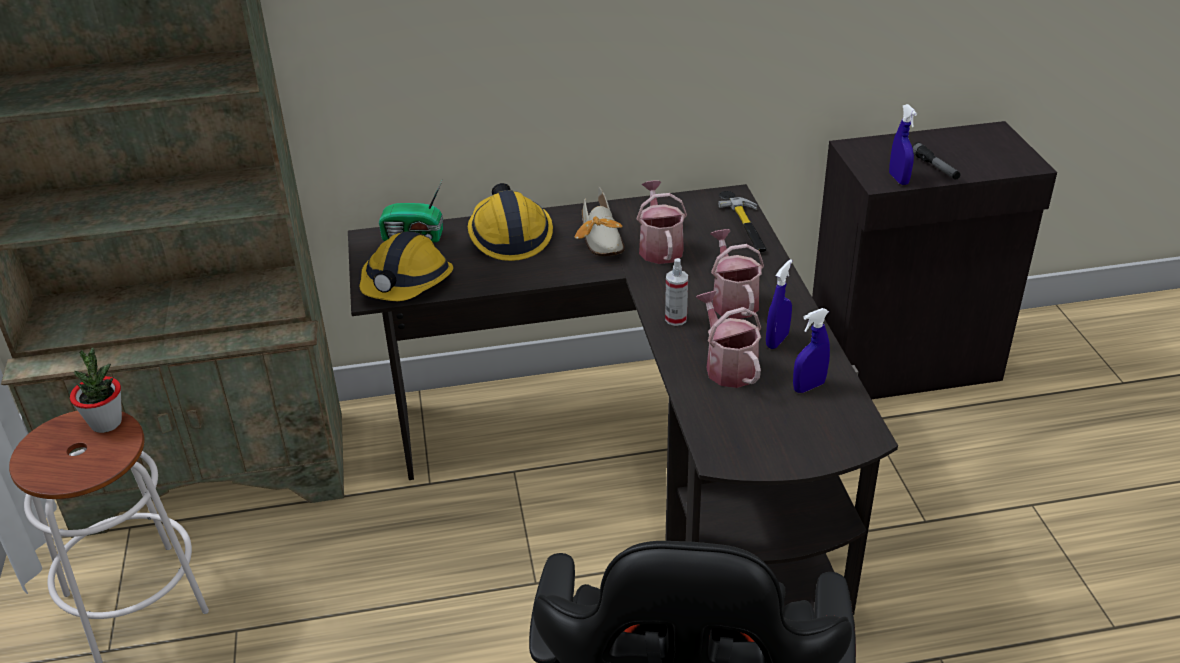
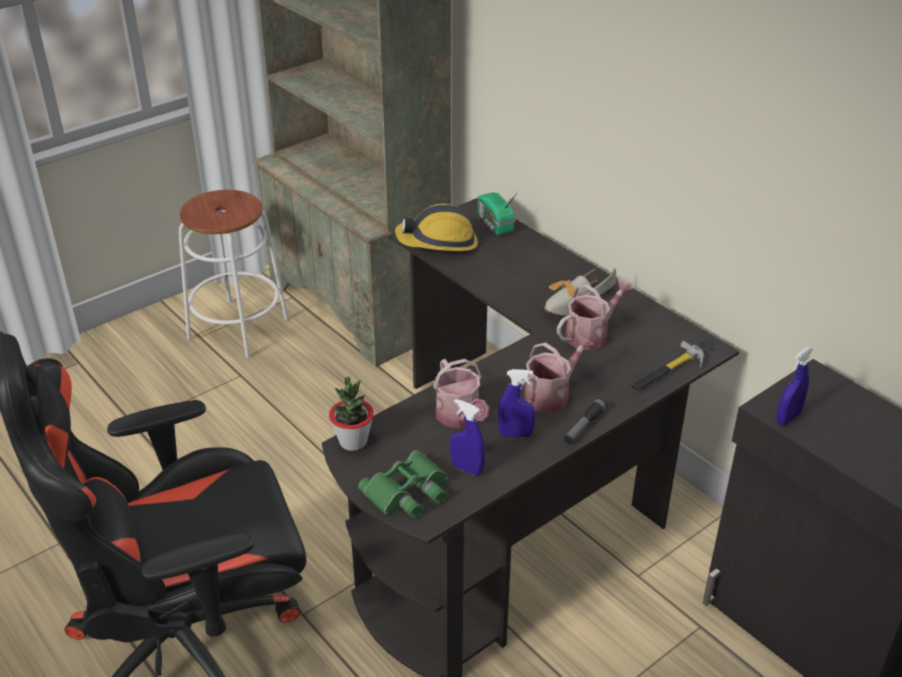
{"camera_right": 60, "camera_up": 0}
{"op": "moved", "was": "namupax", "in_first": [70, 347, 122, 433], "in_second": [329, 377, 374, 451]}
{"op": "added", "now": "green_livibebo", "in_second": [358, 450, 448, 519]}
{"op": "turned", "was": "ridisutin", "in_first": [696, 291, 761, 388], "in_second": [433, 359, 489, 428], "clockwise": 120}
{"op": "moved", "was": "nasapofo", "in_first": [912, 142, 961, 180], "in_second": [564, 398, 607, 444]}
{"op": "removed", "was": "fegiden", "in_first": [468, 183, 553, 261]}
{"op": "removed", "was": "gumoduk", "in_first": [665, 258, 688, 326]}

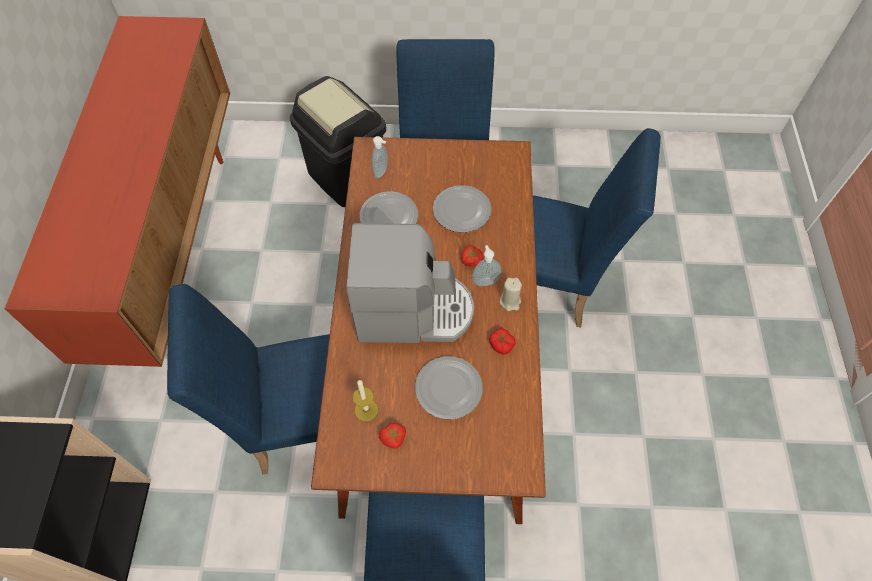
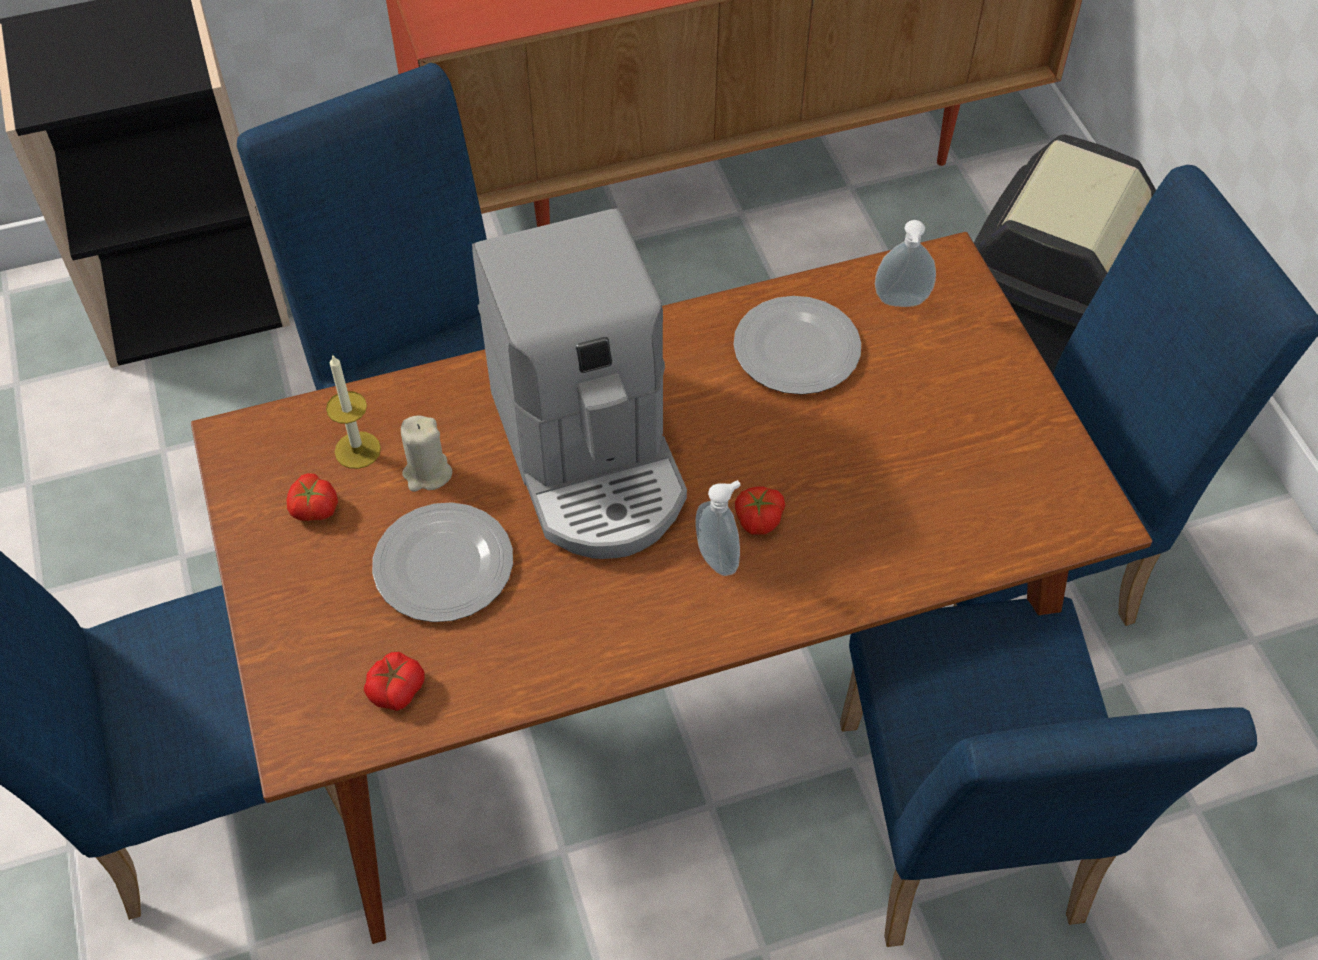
{"camera_right": 70, "camera_up": -5}
{"op": "moved", "was": "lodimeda", "in_first": [489, 328, 516, 355], "in_second": [364, 652, 425, 711]}
{"op": "moved", "was": "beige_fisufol", "in_first": [500, 278, 522, 311], "in_second": [401, 416, 452, 492]}
{"op": "removed", "was": "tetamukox", "in_first": [433, 185, 491, 233]}

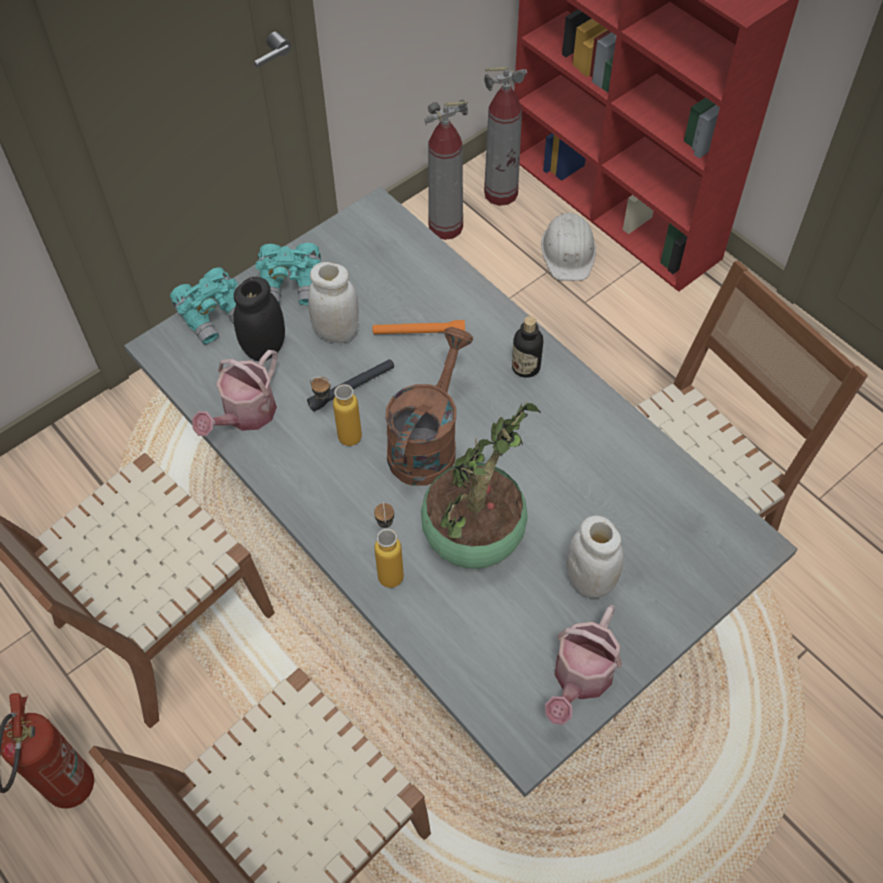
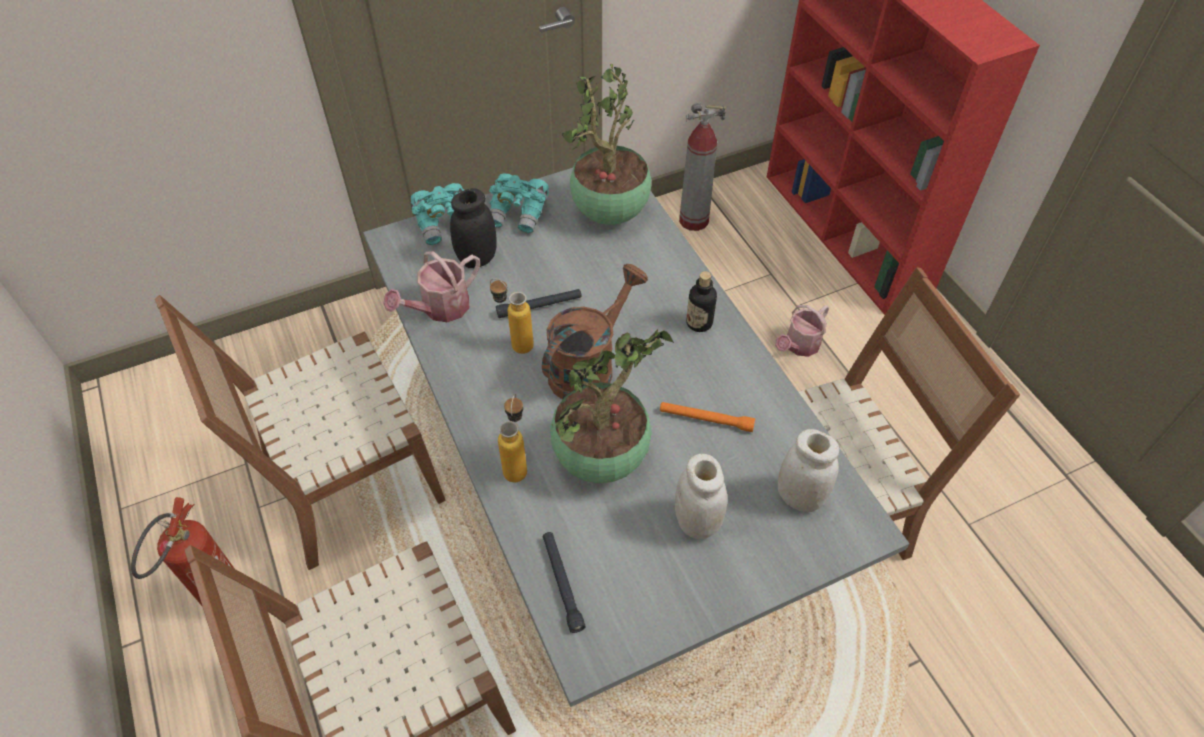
{"camera_right": 15, "camera_up": -5}
{"op": "added", "now": "black_nasapofo", "in_second": [543, 532, 586, 633]}
{"op": "added", "now": "namupax", "in_second": [562, 64, 652, 225]}
{"op": "moved", "was": "orange_nasapofo", "in_first": [372, 320, 465, 334], "in_second": [660, 402, 755, 432]}
{"op": "moved", "was": "ridisutin", "in_first": [545, 605, 622, 725], "in_second": [775, 305, 829, 357]}
{"op": "moved", "was": "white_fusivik", "in_first": [308, 262, 359, 343], "in_second": [778, 429, 839, 512]}
{"op": "removed", "was": "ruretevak", "in_first": [484, 67, 527, 206]}
{"op": "removed", "was": "white_fegiden", "in_first": [541, 213, 596, 281]}

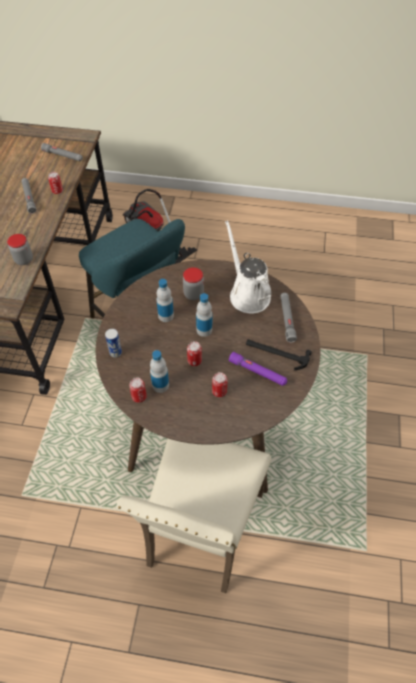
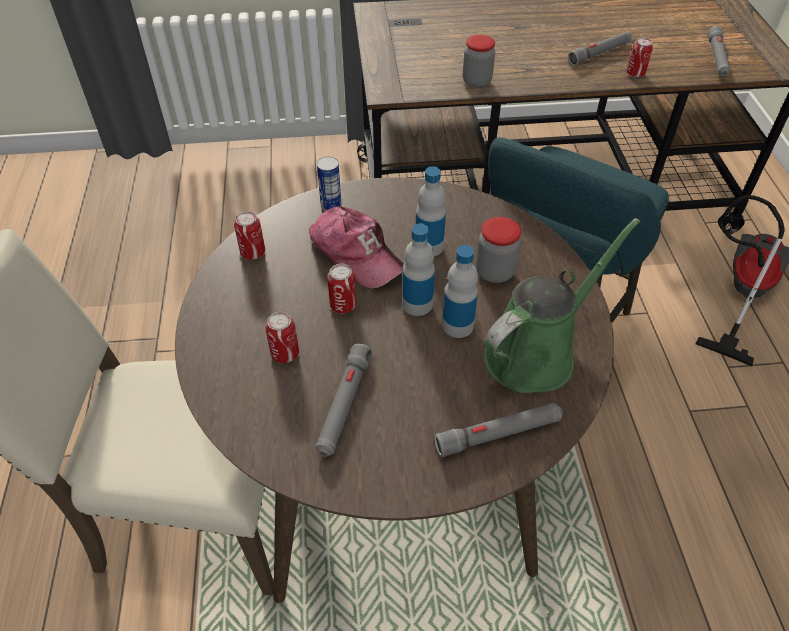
{"camera_right": 75, "camera_up": -5}
{"op": "added", "now": "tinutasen", "in_second": [309, 206, 404, 289]}
{"op": "recoloured", "was": "purple_nasapofo", "now": "grey_nasapofo", "in_first": [229, 352, 287, 386], "in_second": [315, 344, 372, 457]}
{"op": "moved", "was": "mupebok", "in_first": [150, 350, 169, 393], "in_second": [442, 245, 478, 338]}
{"op": "recoloured", "was": "white_ridisutin", "now": "green_ridisutin", "in_first": [225, 220, 271, 313], "in_second": [484, 218, 640, 393]}
{"op": "removed", "was": "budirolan", "in_first": [246, 339, 312, 371]}

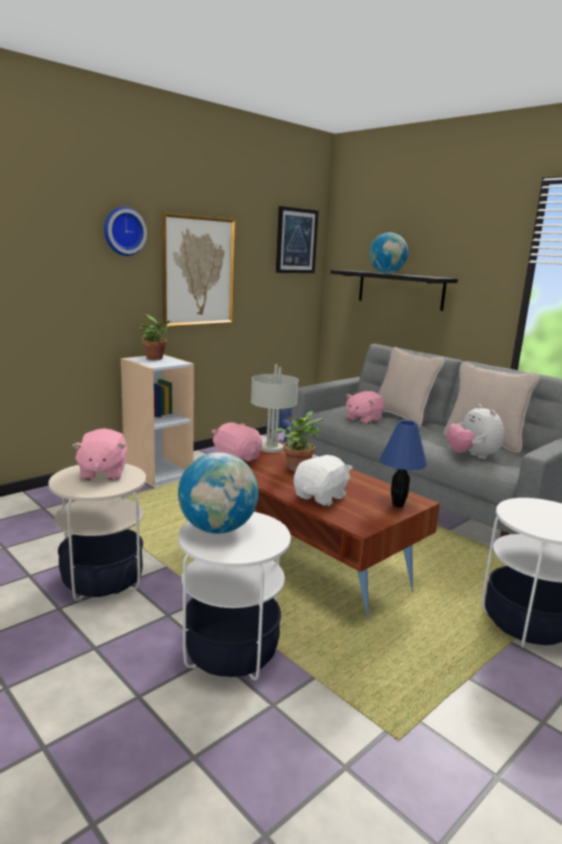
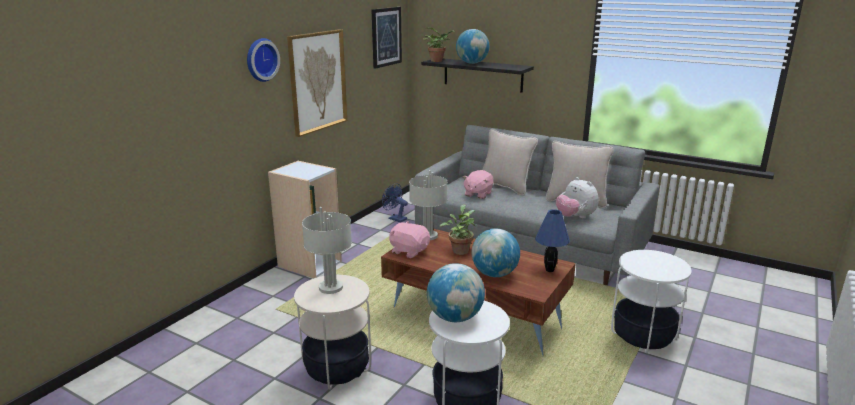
{"camera_right": -15, "camera_up": 5}
{"op": "replaced", "was": "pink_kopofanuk", "now": "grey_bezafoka", "in_first": [72, 428, 127, 481], "in_second": [302, 207, 352, 294]}
{"op": "moved", "was": "namupax", "in_first": [138, 314, 173, 360], "in_second": [423, 28, 455, 62]}
{"op": "replaced", "was": "white_kopofanuk", "now": "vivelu", "in_first": [294, 454, 353, 506], "in_second": [472, 229, 520, 277]}

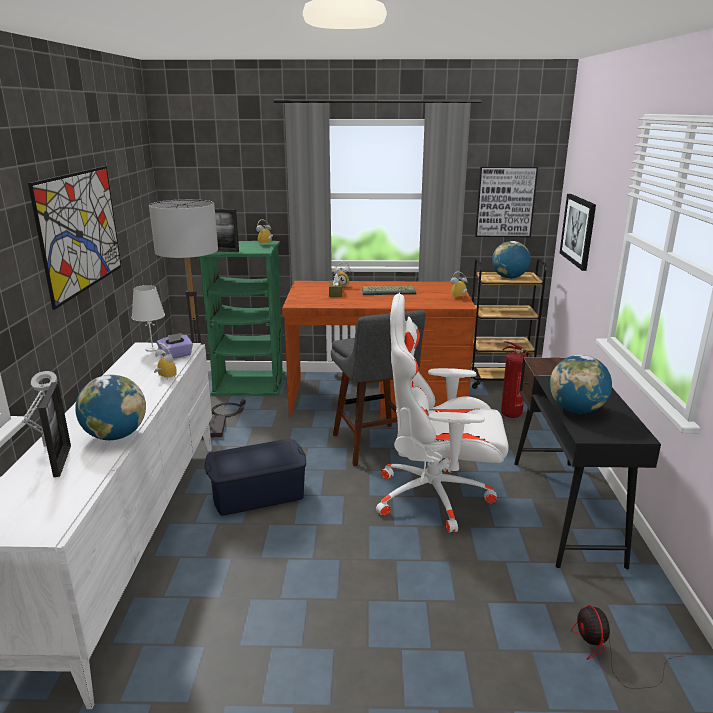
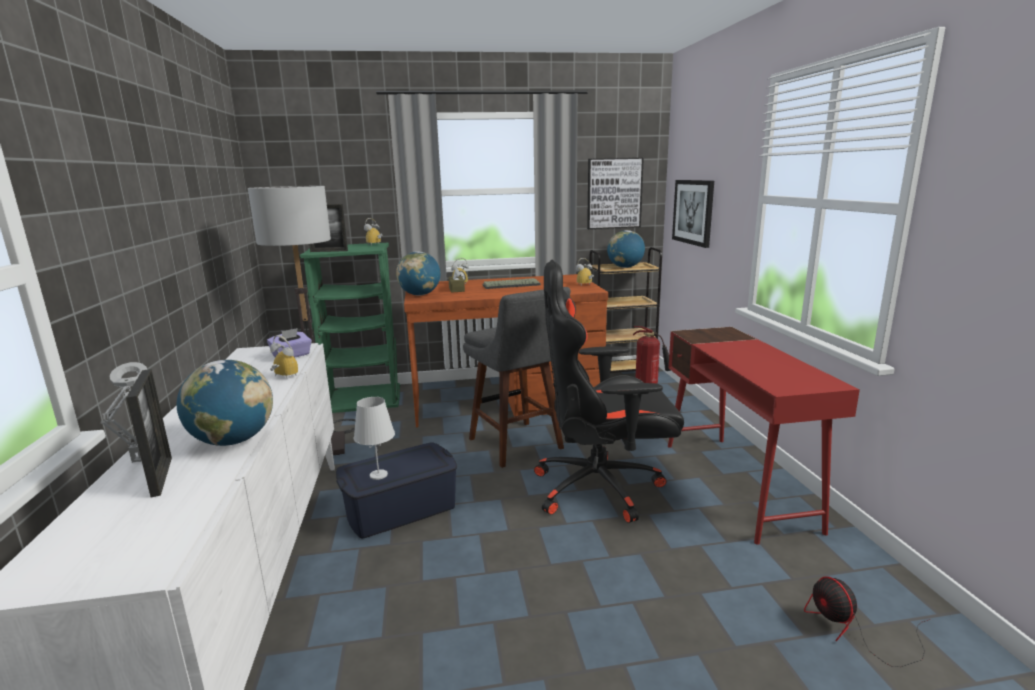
{"camera_right": -10, "camera_up": -5}
{"op": "moved", "was": "white_bezafoka", "in_first": [132, 285, 165, 352], "in_second": [354, 397, 395, 480]}
{"op": "moved", "was": "vivelu", "in_first": [550, 355, 612, 413], "in_second": [396, 252, 440, 296]}
{"op": "recoloured", "was": "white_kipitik", "now": "black_kipitik", "in_first": [376, 293, 508, 532], "in_second": [534, 260, 684, 523]}
{"op": "recoloured", "was": "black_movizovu", "now": "red_movizovu", "in_first": [514, 357, 661, 569], "in_second": [668, 327, 860, 545]}
{"op": "removed", "was": "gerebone", "in_first": [28, 166, 122, 310]}

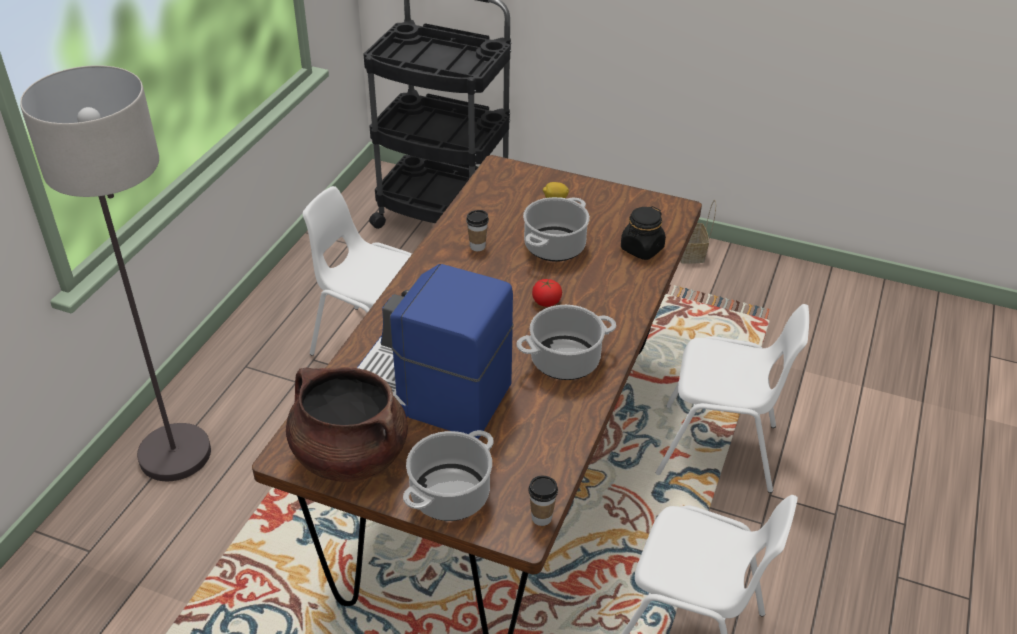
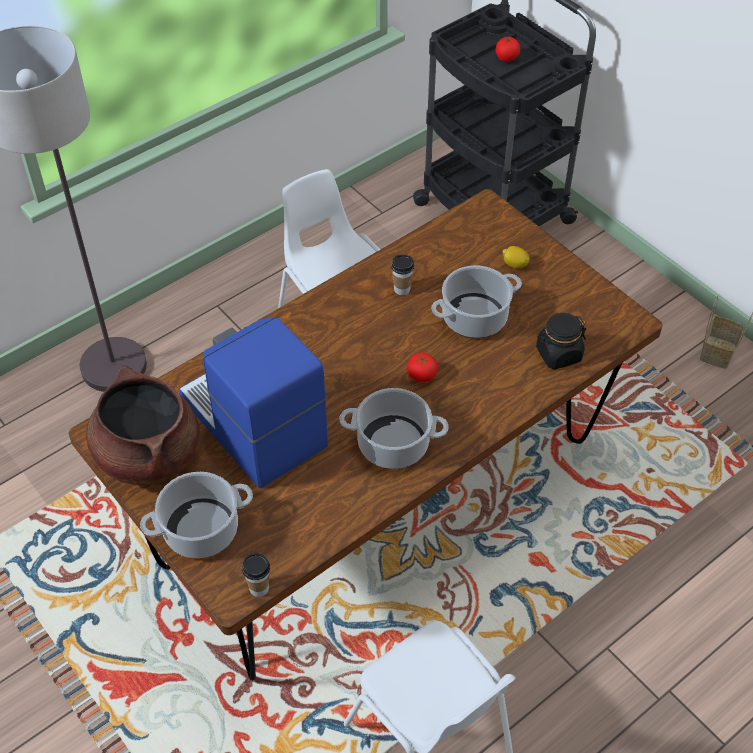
{"camera_right": 30, "camera_up": 10}
{"op": "added", "now": "lodimeda", "in_second": [496, 37, 520, 62]}
{"op": "removed", "was": "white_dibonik", "in_first": [655, 304, 809, 493]}

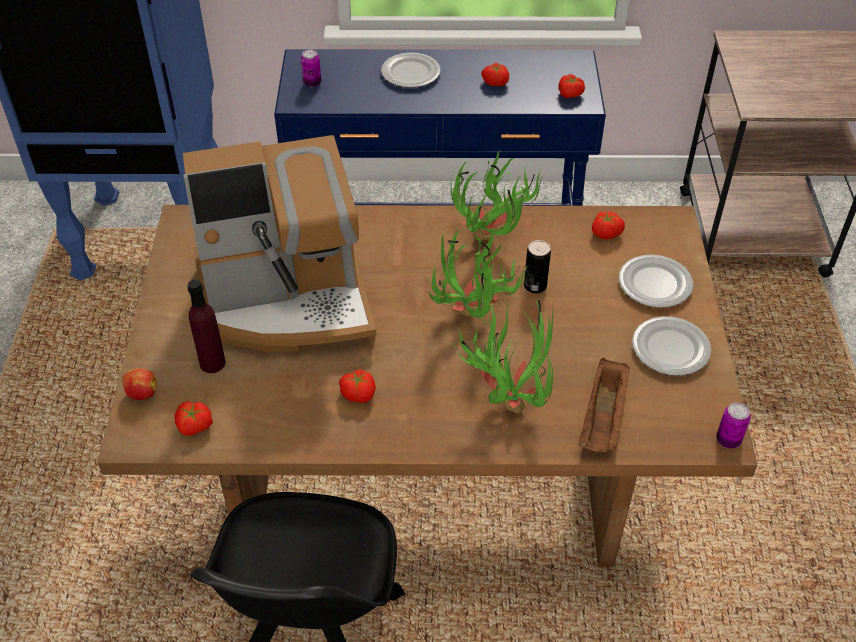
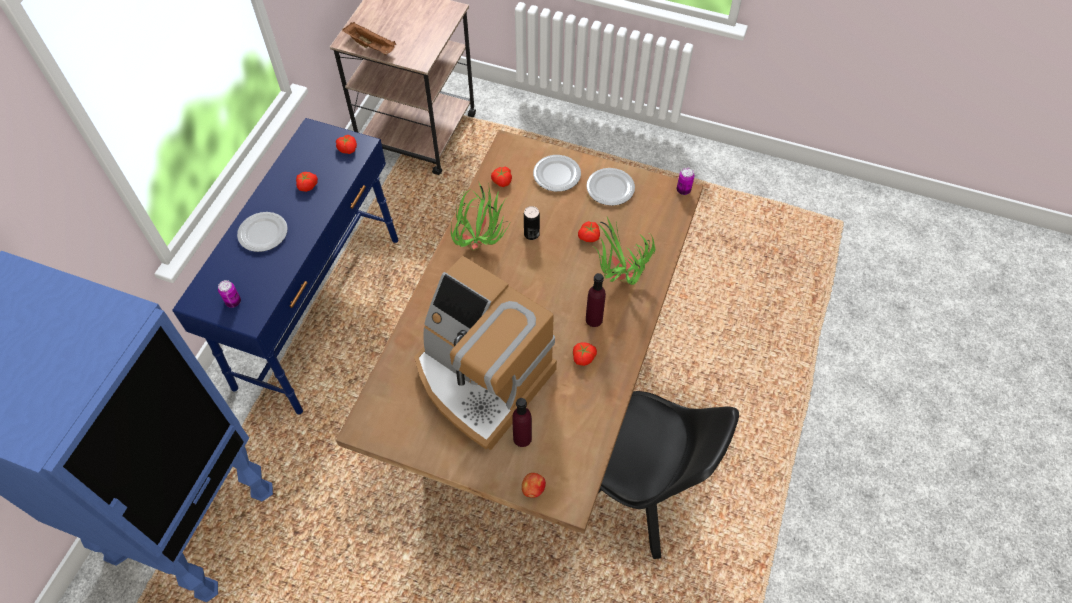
{"camera_right": -70, "camera_up": 10}
{"op": "moved", "was": "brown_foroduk", "in_first": [579, 358, 630, 452], "in_second": [342, 22, 396, 55]}
{"op": "turned", "was": "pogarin", "in_first": [183, 135, 376, 352], "in_second": [414, 256, 557, 450], "clockwise": 120}
{"op": "moved", "was": "lodimeda", "in_first": [174, 401, 213, 436], "in_second": [578, 221, 600, 242]}
{"op": "added", "now": "purple_mupebok", "in_second": [586, 273, 606, 327]}
{"op": "removed", "was": "namupax", "in_first": [427, 230, 528, 318]}

